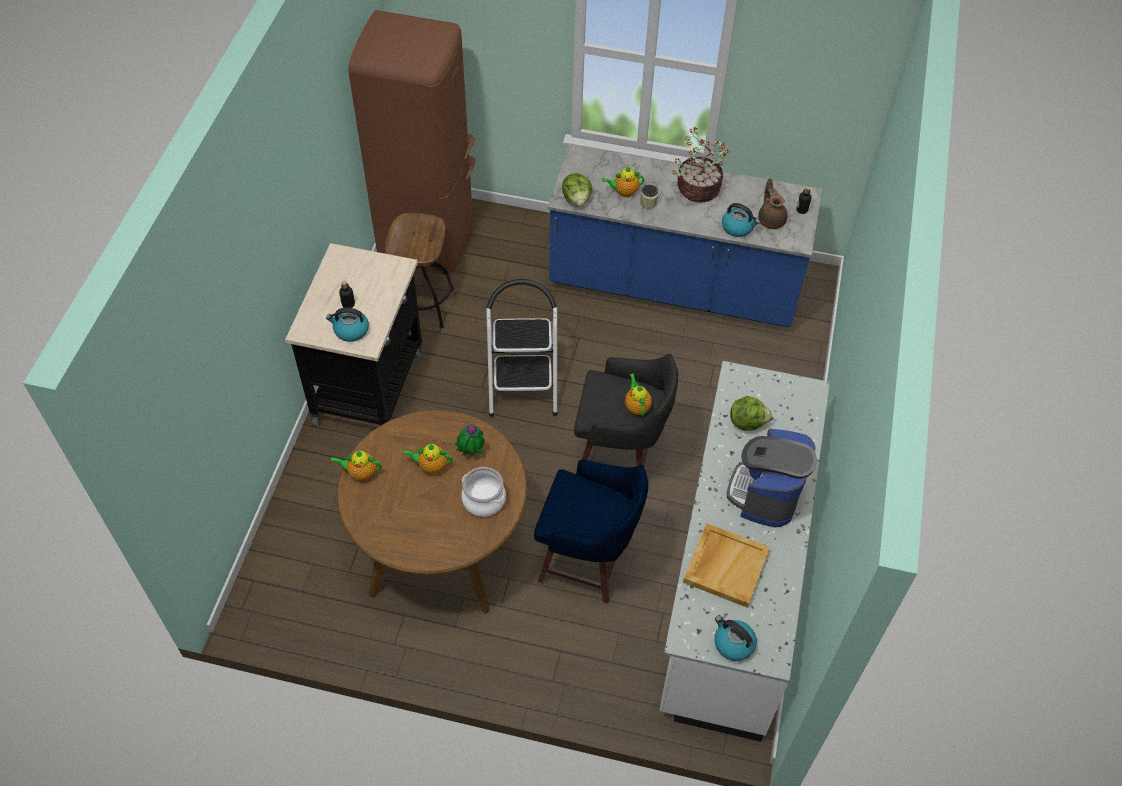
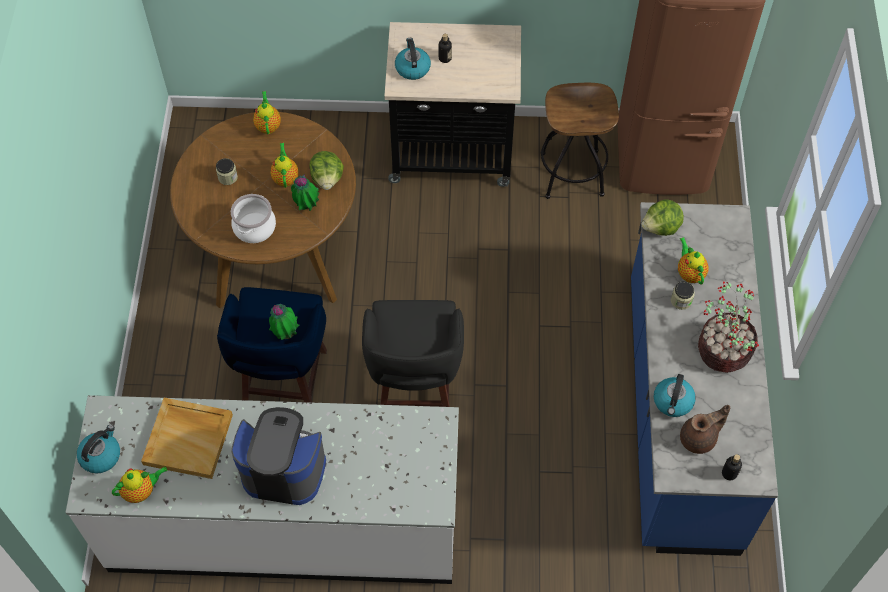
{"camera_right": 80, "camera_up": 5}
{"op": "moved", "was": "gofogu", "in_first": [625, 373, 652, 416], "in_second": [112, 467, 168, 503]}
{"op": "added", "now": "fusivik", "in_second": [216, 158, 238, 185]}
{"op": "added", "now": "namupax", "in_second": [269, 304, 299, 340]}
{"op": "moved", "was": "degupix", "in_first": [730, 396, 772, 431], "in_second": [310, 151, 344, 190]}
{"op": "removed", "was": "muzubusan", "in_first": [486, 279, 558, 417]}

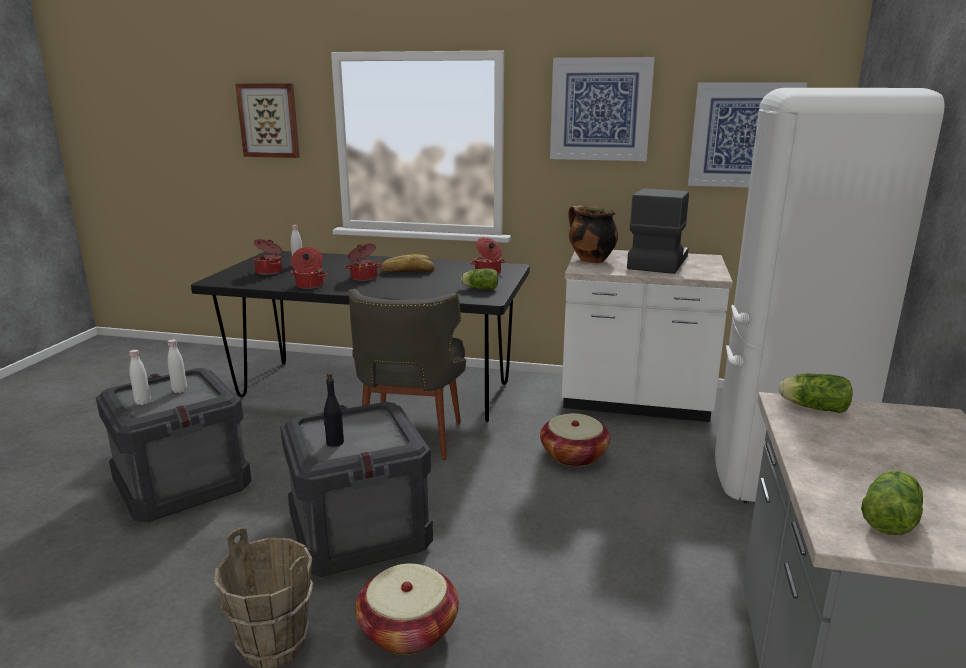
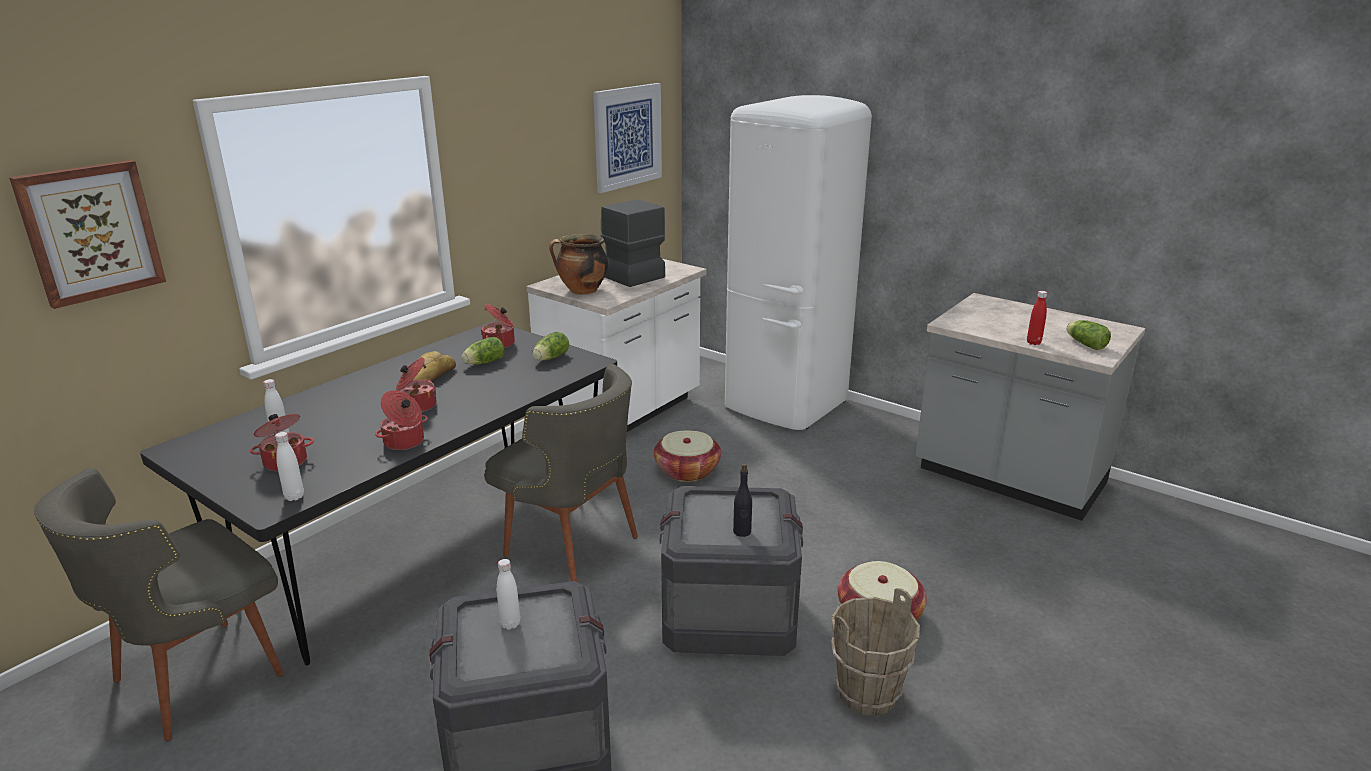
{"camera_right": -65, "camera_up": 5}
{"op": "added", "now": "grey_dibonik", "in_second": [34, 468, 283, 742]}
{"op": "moved", "was": "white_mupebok", "in_first": [129, 350, 151, 405], "in_second": [275, 432, 304, 501]}
{"op": "moved", "was": "degupix", "in_first": [779, 374, 853, 413], "in_second": [461, 337, 504, 365]}
{"op": "added", "now": "red_mupebok", "in_second": [1027, 291, 1047, 345]}
{"op": "removed", "was": "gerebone", "in_first": [550, 57, 655, 161]}

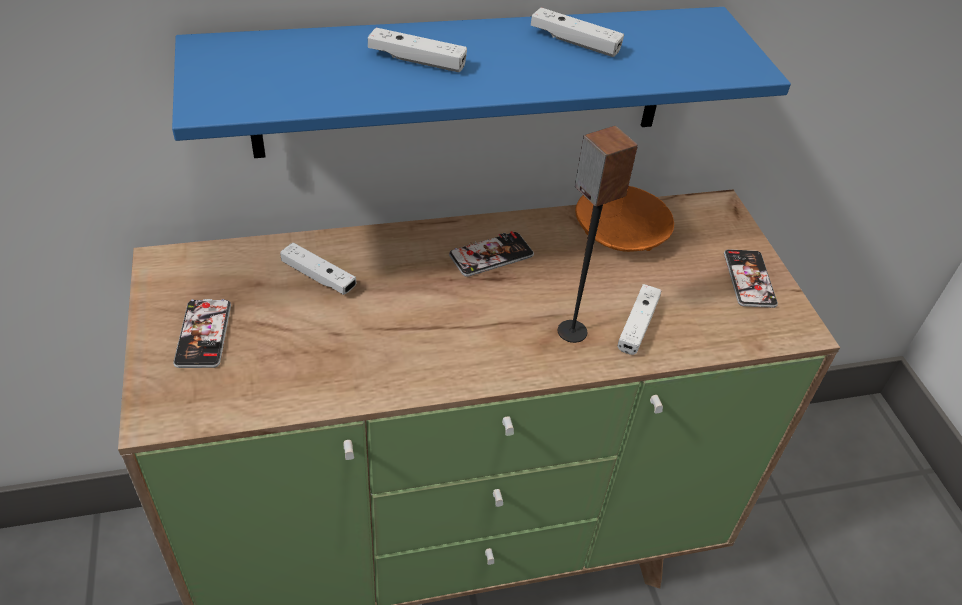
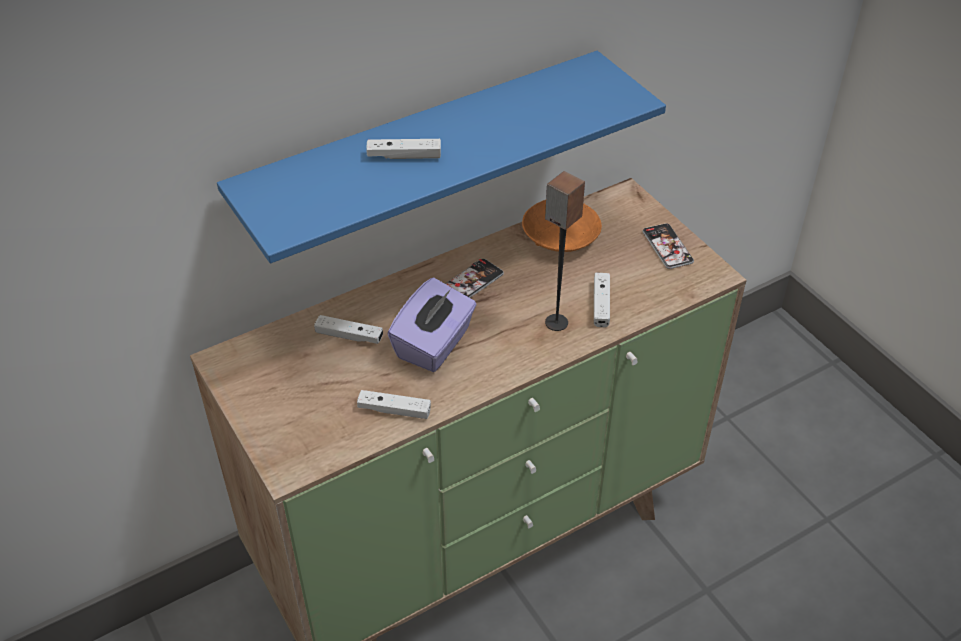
{"camera_right": -15, "camera_up": 0}
{"op": "moved", "was": "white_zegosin", "in_first": [531, 7, 624, 57], "in_second": [357, 390, 431, 419]}
{"op": "added", "now": "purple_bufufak", "in_second": [387, 278, 477, 372]}
{"op": "removed", "was": "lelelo", "in_first": [173, 299, 231, 368]}

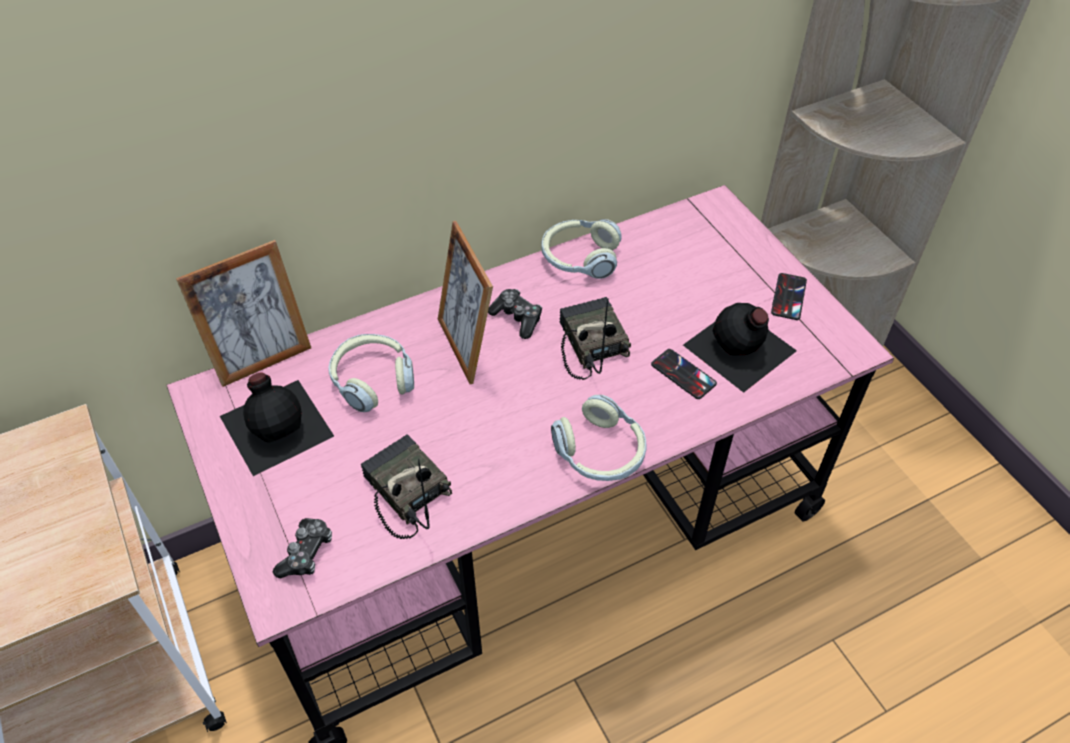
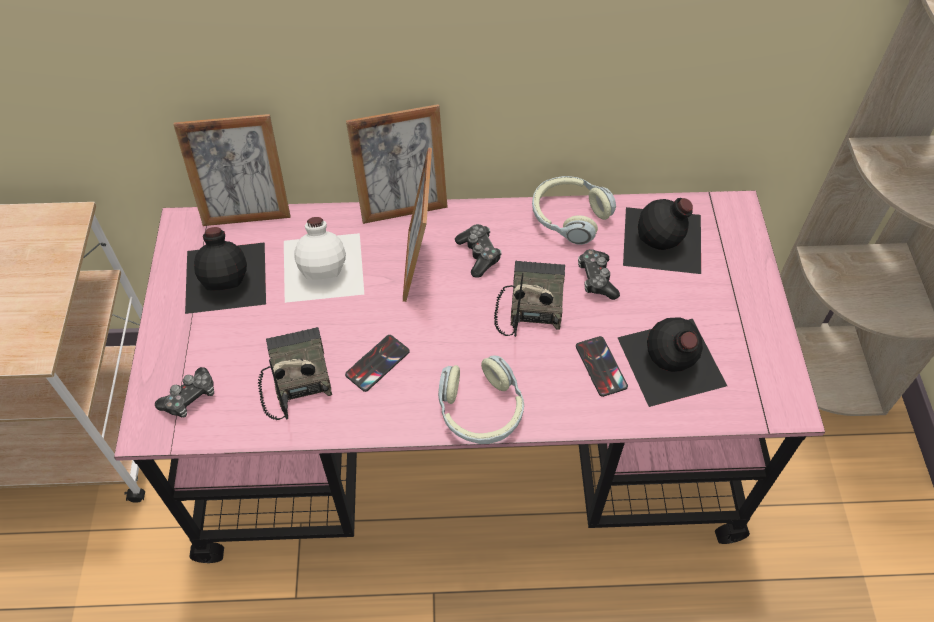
{"camera_right": 25, "camera_up": 5}
{"op": "replaced", "was": "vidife", "now": "white_mupebok", "in_first": [328, 334, 414, 412], "in_second": [284, 217, 364, 303]}
{"op": "moved", "was": "lelelo", "in_first": [771, 273, 807, 320], "in_second": [345, 335, 410, 392]}
{"op": "added", "now": "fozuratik", "in_second": [346, 104, 448, 224]}
{"op": "added", "now": "zegosin", "in_second": [578, 249, 620, 300]}
{"op": "added", "now": "black_mupebok", "in_second": [623, 198, 701, 274]}

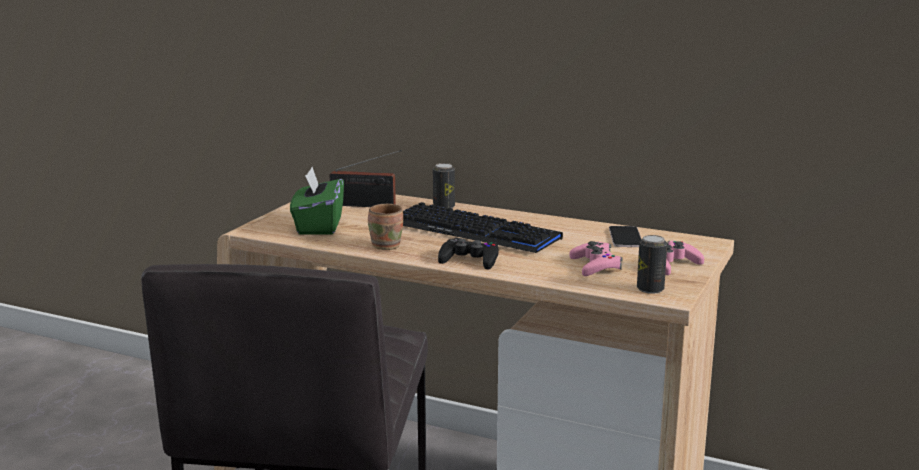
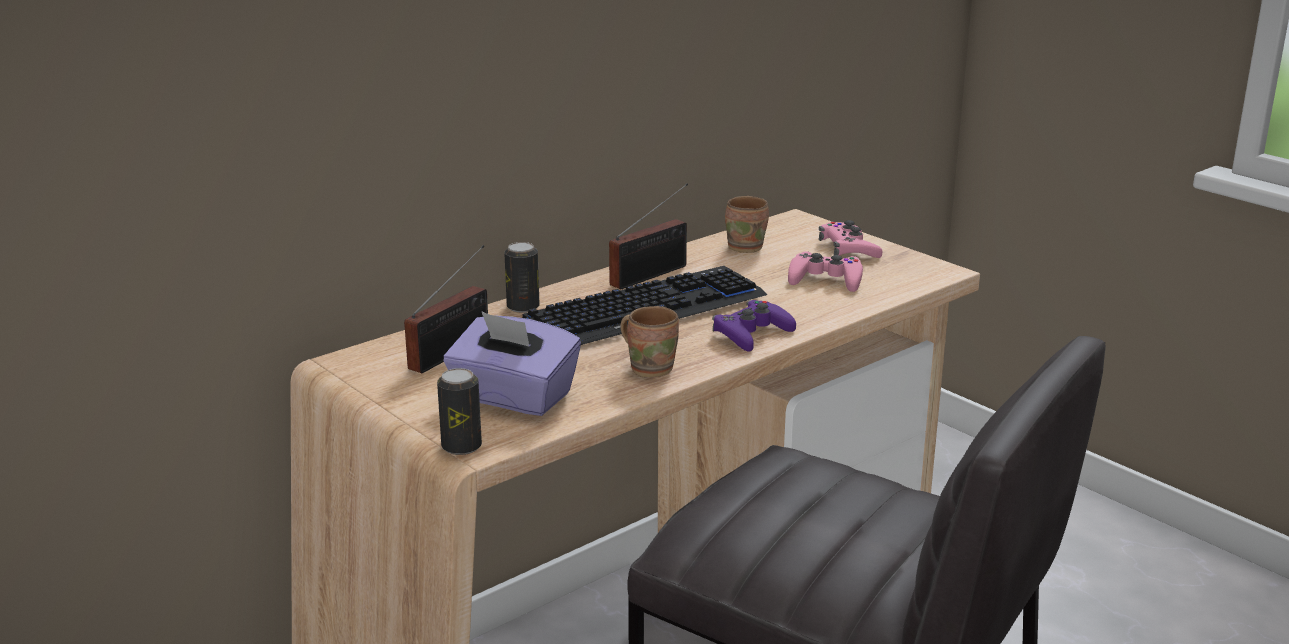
{"camera_right": -65, "camera_up": 5}
{"op": "moved", "was": "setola", "in_first": [637, 235, 667, 294], "in_second": [437, 368, 482, 455]}
{"op": "recoloured", "was": "green_bufufak", "now": "purple_bufufak", "in_first": [290, 167, 344, 235], "in_second": [443, 311, 581, 416]}
{"op": "added", "now": "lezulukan", "in_second": [609, 183, 688, 289]}
{"op": "recoloured", "was": "black_zegosin", "now": "purple_zegosin", "in_first": [438, 238, 499, 269], "in_second": [712, 300, 796, 352]}
{"op": "replaced", "was": "lelelo", "now": "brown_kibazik", "in_first": [609, 226, 641, 247], "in_second": [725, 196, 769, 253]}

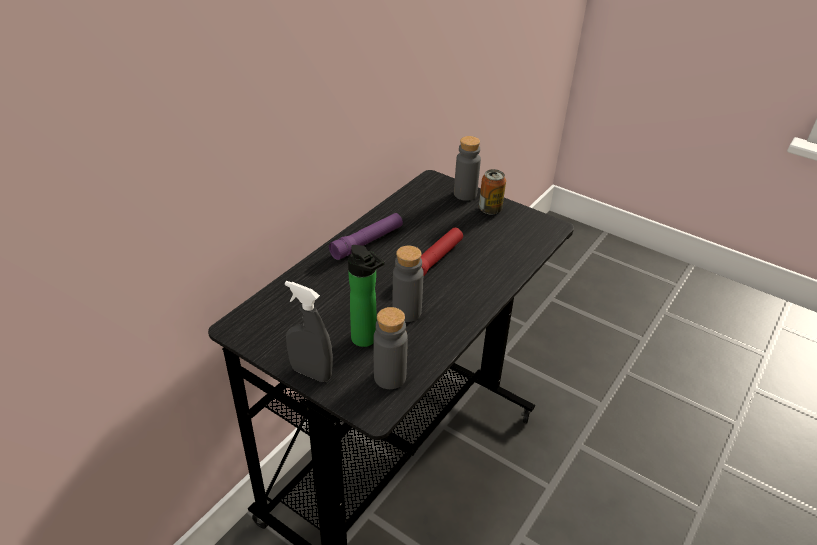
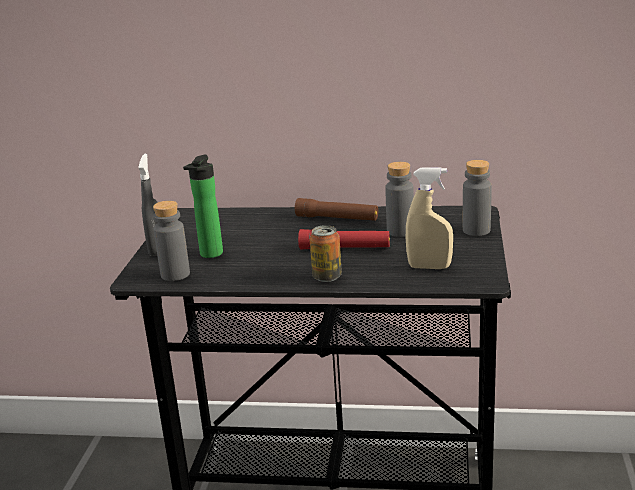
{"camera_right": 65, "camera_up": -15}
{"op": "recoloured", "was": "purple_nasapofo", "now": "brown_nasapofo", "in_first": [329, 213, 403, 260], "in_second": [295, 198, 378, 221]}
{"op": "moved", "was": "setola", "in_first": [479, 169, 506, 215], "in_second": [309, 225, 342, 282]}
{"op": "moved", "was": "grey_mupebok", "in_first": [392, 246, 423, 322], "in_second": [385, 162, 414, 237]}
{"op": "added", "now": "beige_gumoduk", "in_second": [406, 167, 453, 269]}

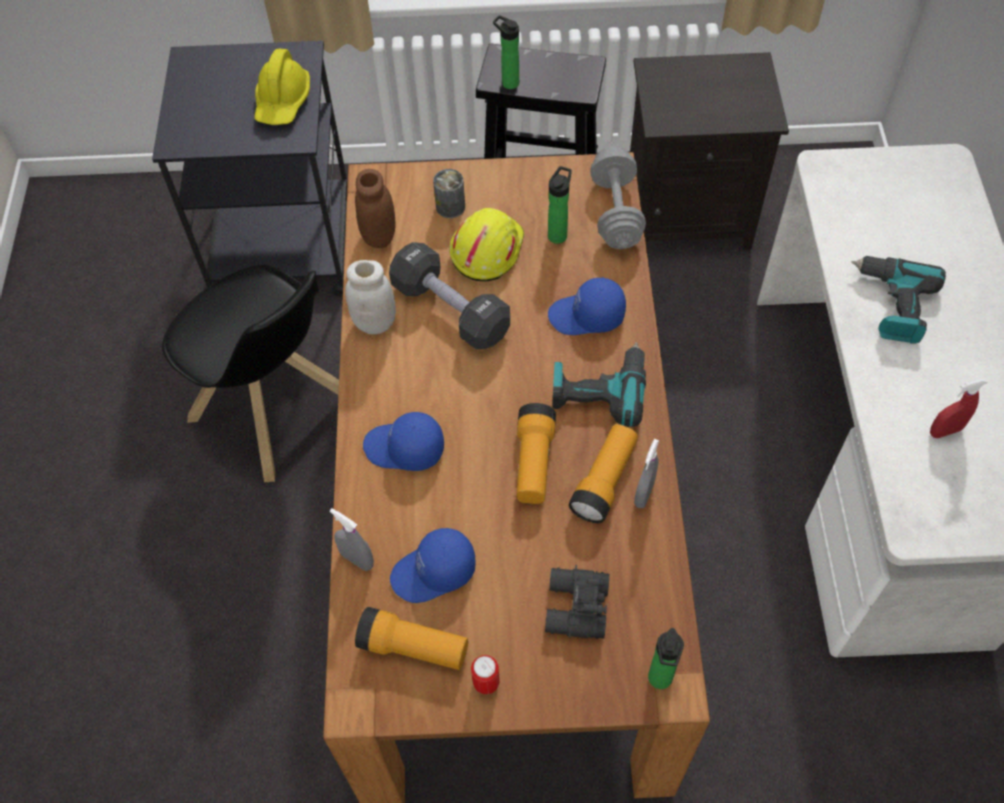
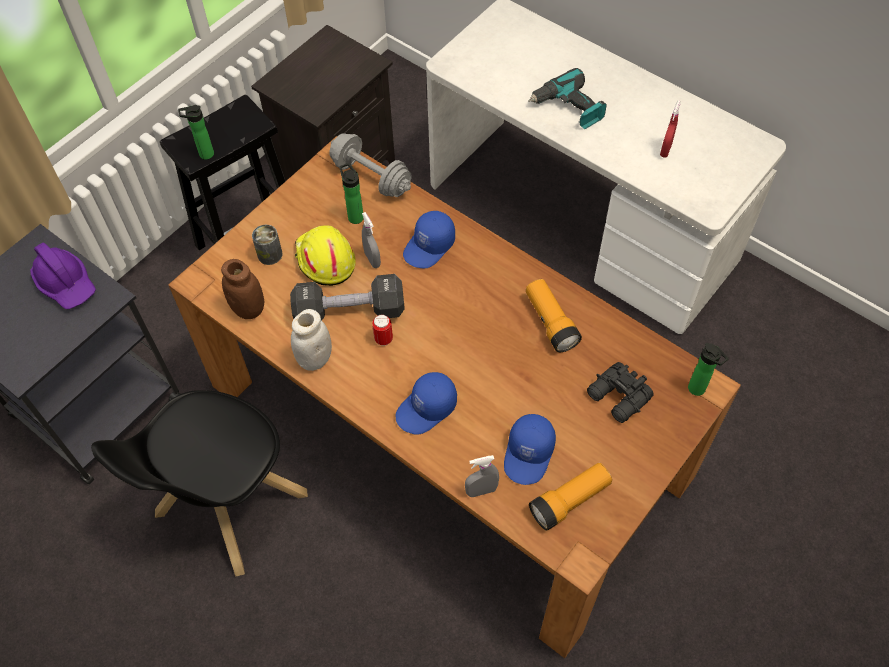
{"camera_right": -50, "camera_up": 0}
{"op": "recoloured", "was": "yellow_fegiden", "now": "purple_fegiden", "in_first": [255, 49, 310, 125], "in_second": [30, 243, 96, 309]}
{"op": "turned", "was": "black_dibonik", "in_first": [162, 265, 339, 482], "in_second": [91, 390, 308, 577], "clockwise": 135}
{"op": "moved", "was": "grey_gumoduk", "in_first": [634, 439, 659, 508], "in_second": [362, 212, 381, 268]}
{"op": "moved", "was": "setola", "in_first": [471, 655, 500, 694], "in_second": [372, 315, 393, 346]}
{"op": "removed", "was": "nasapofo", "in_first": [517, 403, 556, 504]}
{"op": "removed", "was": "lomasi", "in_first": [552, 342, 646, 427]}

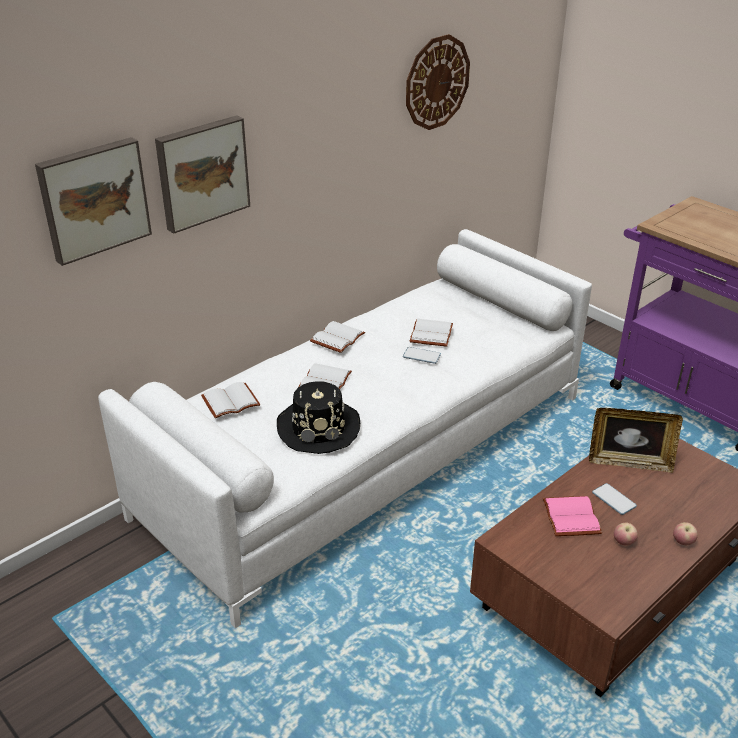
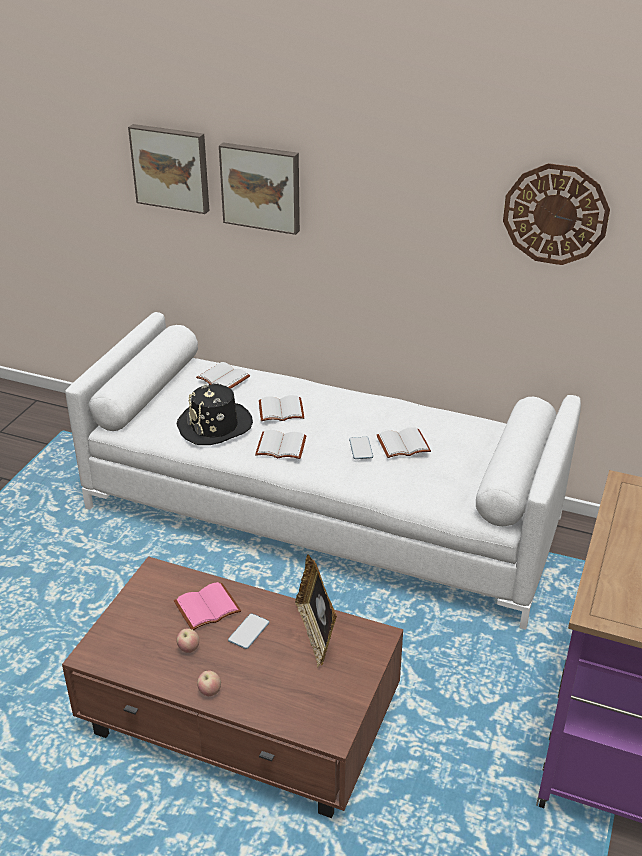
{"camera_right": 65, "camera_up": 0}
{"op": "moved", "was": "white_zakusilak", "in_first": [310, 321, 365, 353], "in_second": [255, 430, 307, 459]}

